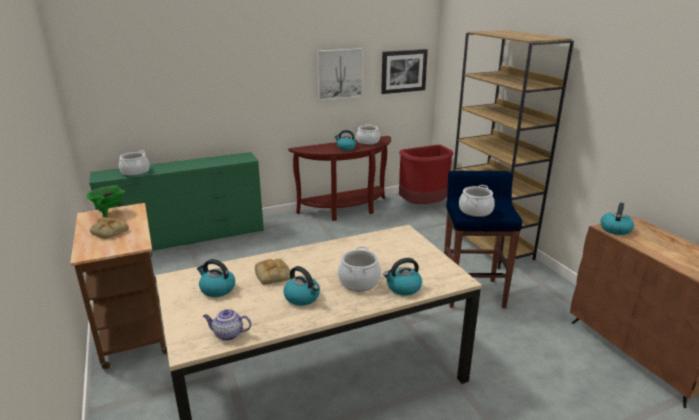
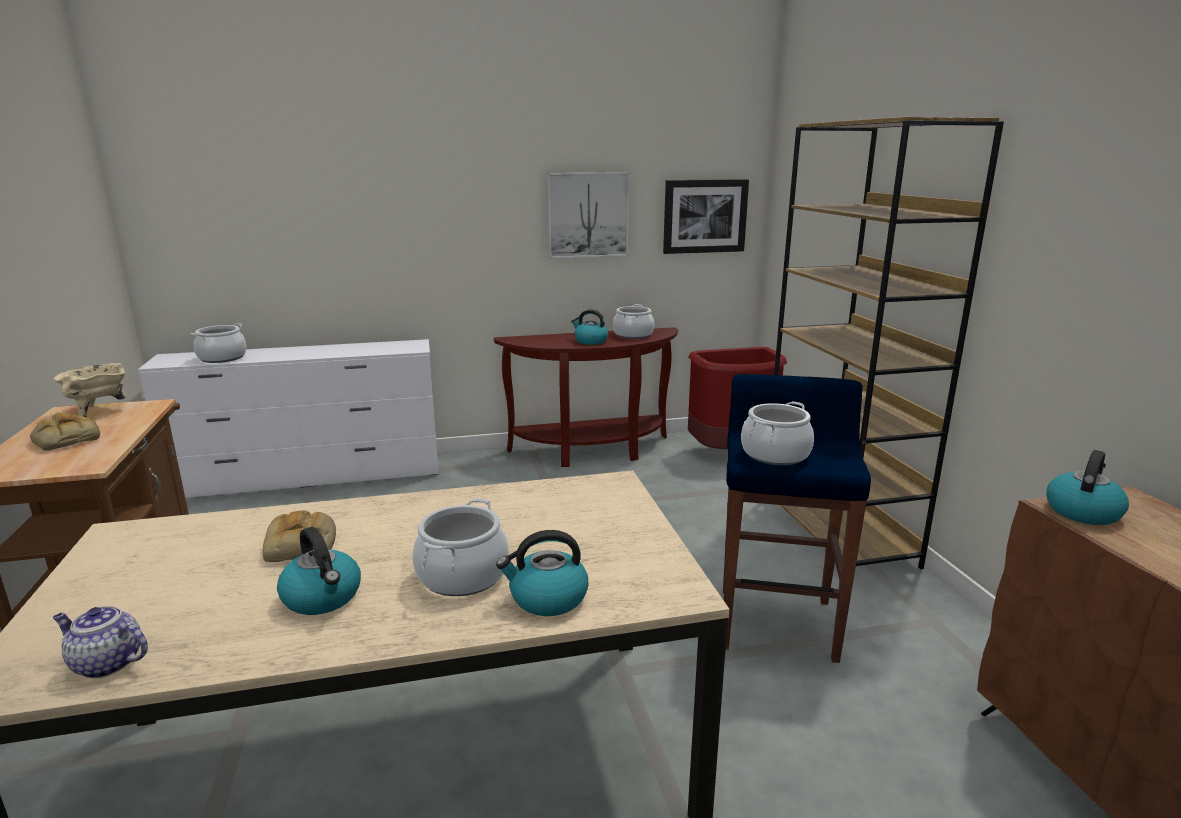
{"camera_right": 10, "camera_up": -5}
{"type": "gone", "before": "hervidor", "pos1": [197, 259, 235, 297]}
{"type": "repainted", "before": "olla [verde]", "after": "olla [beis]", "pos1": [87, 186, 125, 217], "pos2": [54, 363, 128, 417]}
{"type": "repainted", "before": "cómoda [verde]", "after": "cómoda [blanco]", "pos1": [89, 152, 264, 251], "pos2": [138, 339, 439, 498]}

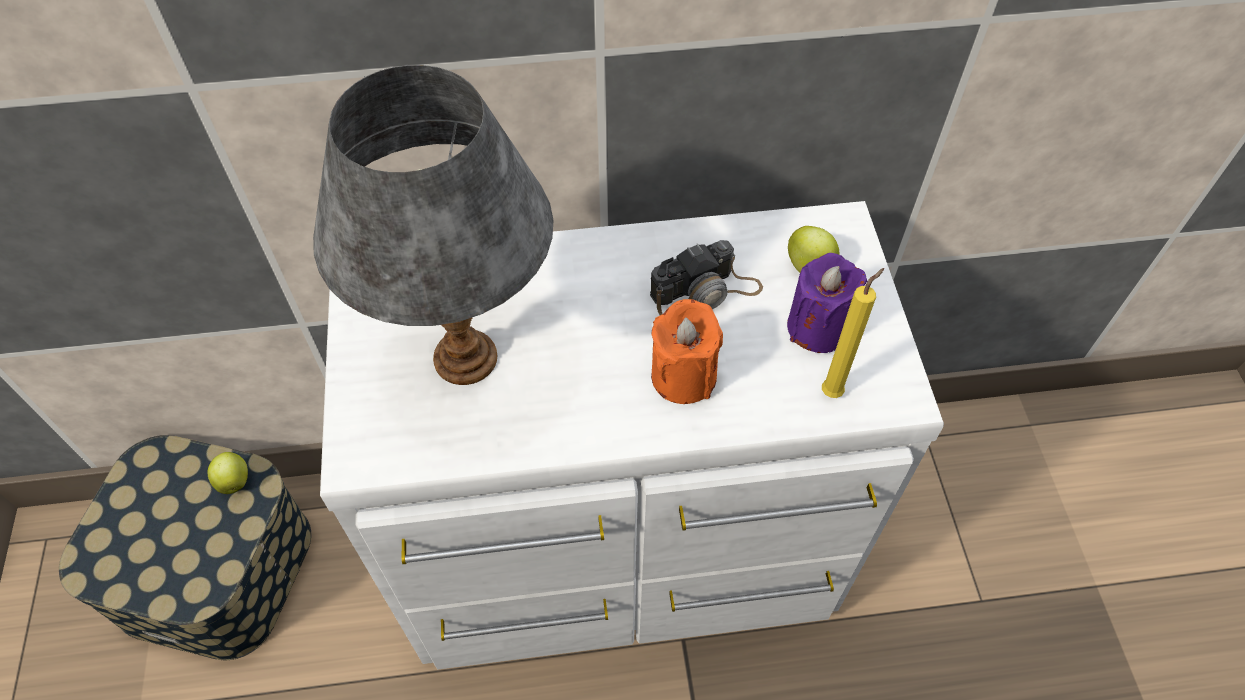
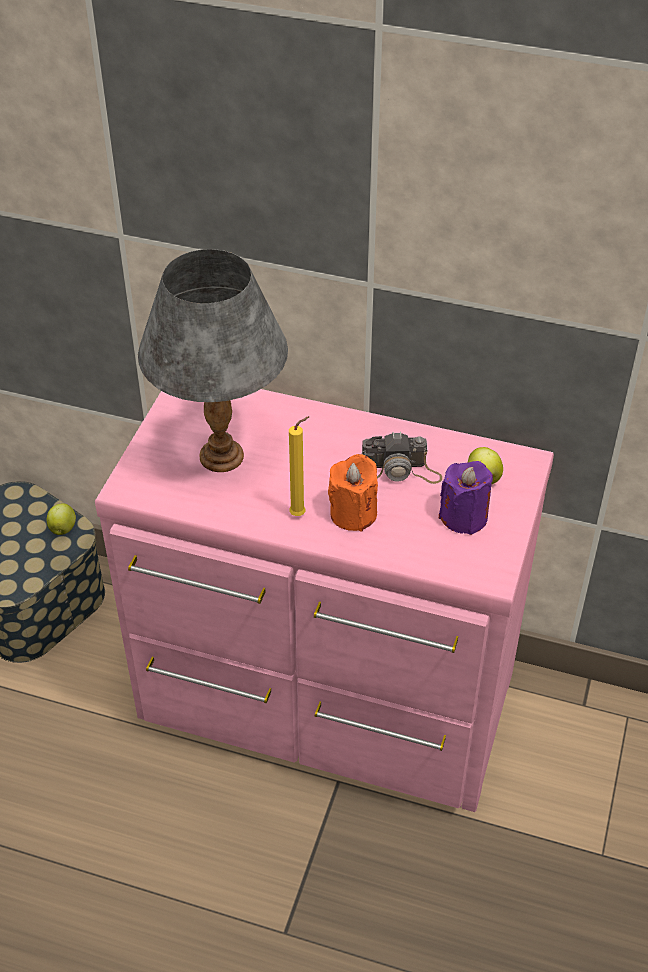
{"camera_right": 25, "camera_up": -10}
{"type": "shifted", "before": "vela [amarillo]", "pos1": [822, 268, 884, 398], "pos2": [289, 416, 309, 516]}
{"type": "repainted", "before": "cómoda [blanco]", "after": "cómoda [rosa]", "pos1": [320, 201, 944, 669], "pos2": [95, 389, 554, 812]}

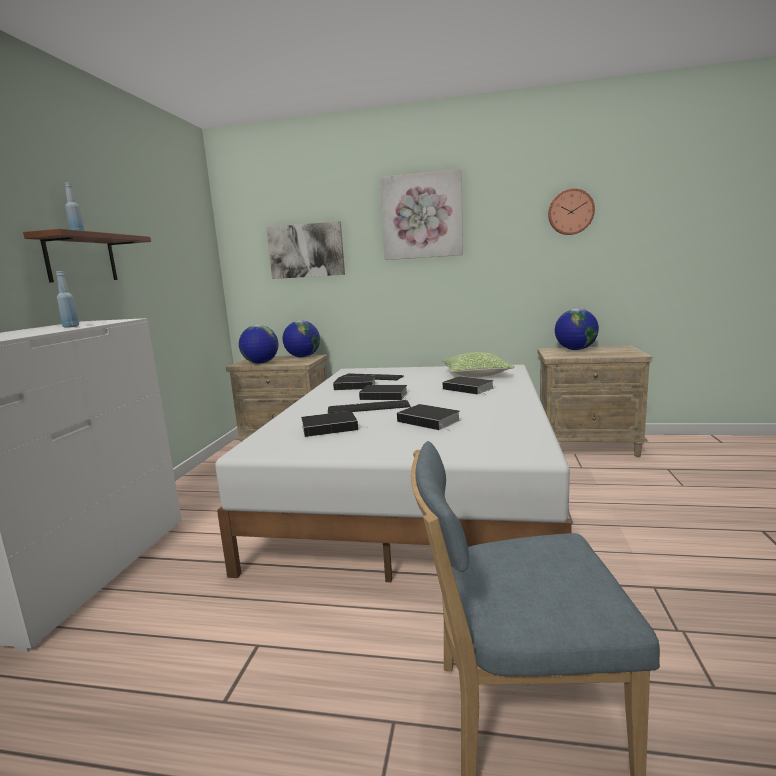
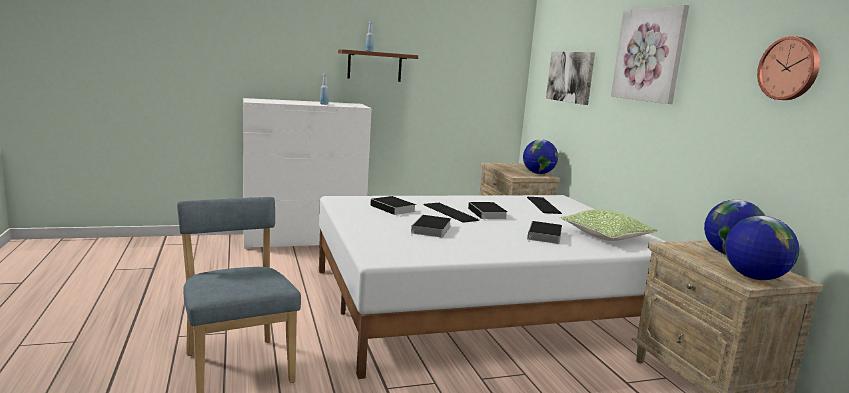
{"camera_right": 60, "camera_up": 0}
{"type": "gone", "before": "libro", "pos1": [333, 376, 376, 390]}
{"type": "shifted", "before": "globo terráqueo", "pos1": [239, 325, 278, 364], "pos2": [725, 216, 799, 280]}

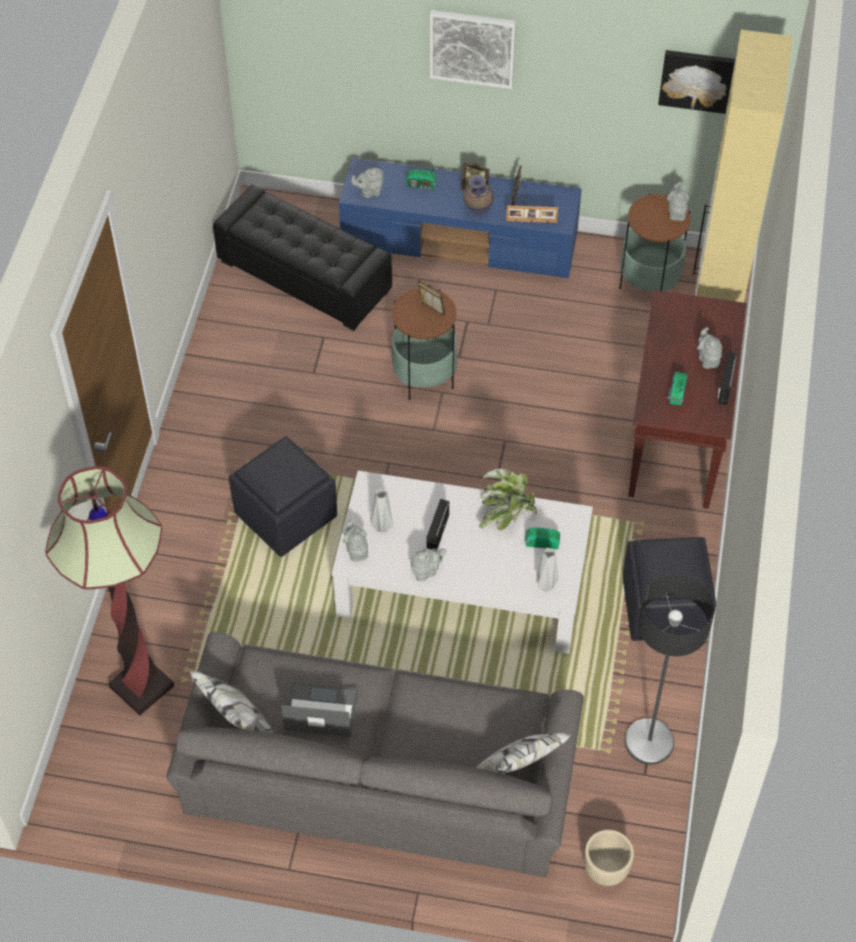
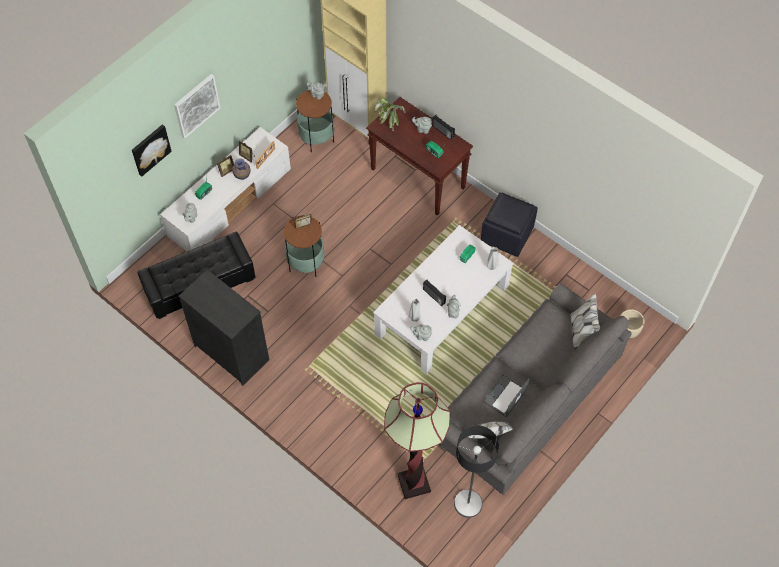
{"camera_right": -60, "camera_up": 5}
{"type": "gone", "before": "puf [negro]", "pos1": [229, 436, 337, 557]}
{"type": "new", "after": "cómoda [negro]", "pos2": [178, 270, 269, 386]}
{"type": "shifted", "before": "planta en maceta", "pos1": [479, 469, 537, 531], "pos2": [375, 97, 406, 131]}
{"type": "shifted", "before": "lámpara de pie", "pos1": [625, 574, 714, 764], "pos2": [454, 425, 499, 518]}
{"type": "shifted", "before": "cuadro", "pos1": [658, 50, 735, 114], "pos2": [132, 124, 172, 177]}
{"type": "repainted", "before": "mueble de televisión [azul]", "after": "mueble de televisión [blanco]", "pos1": [339, 157, 582, 278], "pos2": [160, 127, 291, 251]}

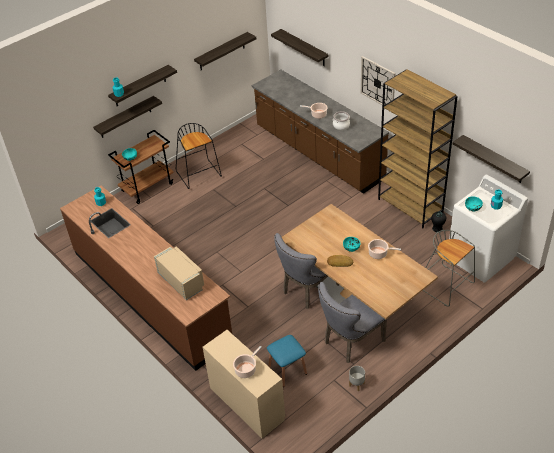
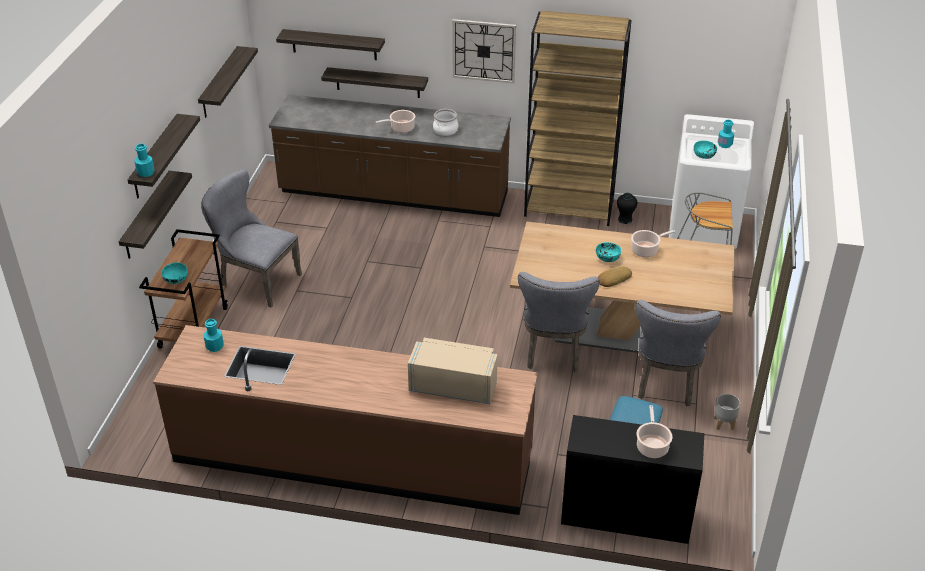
{"camera_right": -40, "camera_up": -5}
{"type": "shifted", "before": "estante", "pos1": [453, 135, 530, 183], "pos2": [321, 67, 428, 98]}
{"type": "swapped", "before": "taburete [negro]", "after": "silla [gris]", "pos1": [176, 123, 222, 189], "pos2": [201, 170, 302, 307]}
{"type": "repainted", "before": "escritorio [beis]", "after": "escritorio [negro]", "pos1": [203, 330, 285, 439], "pos2": [561, 415, 704, 544]}

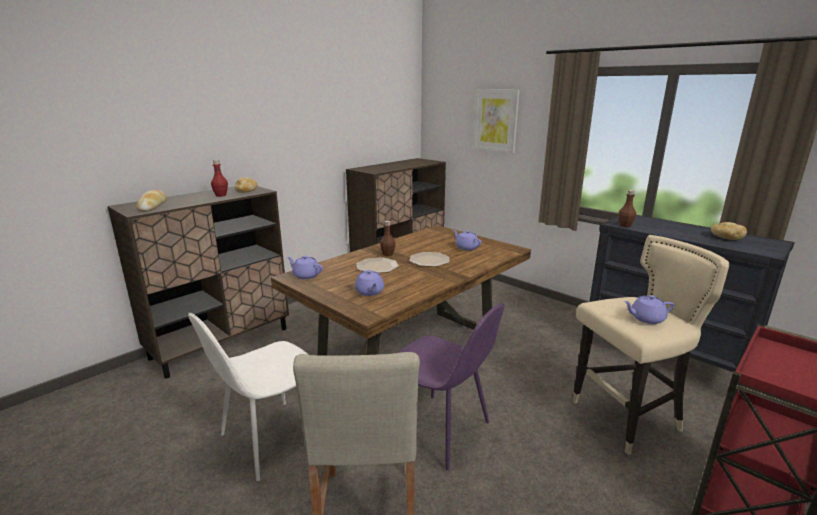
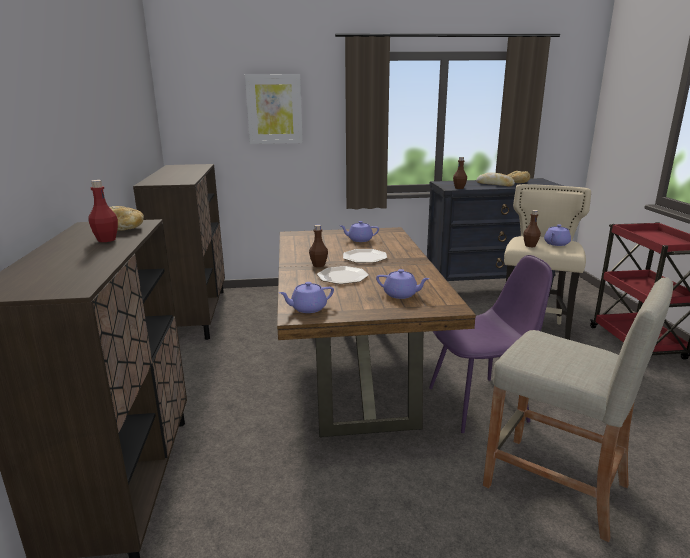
{"camera_right": -50, "camera_up": 0}
{"type": "gone", "before": "silla [blanco]", "pos1": [188, 313, 309, 481]}
{"type": "new", "after": "botella [marrón]", "pos2": [523, 210, 541, 247]}
{"type": "shifted", "before": "pan", "pos1": [137, 190, 167, 212], "pos2": [476, 173, 515, 186]}

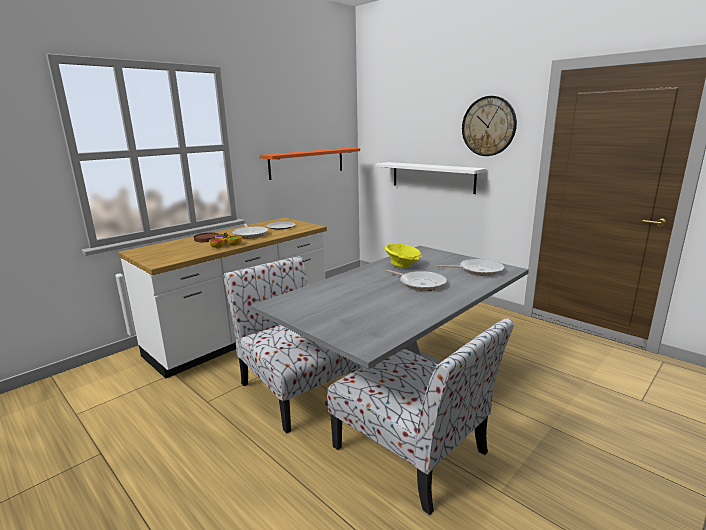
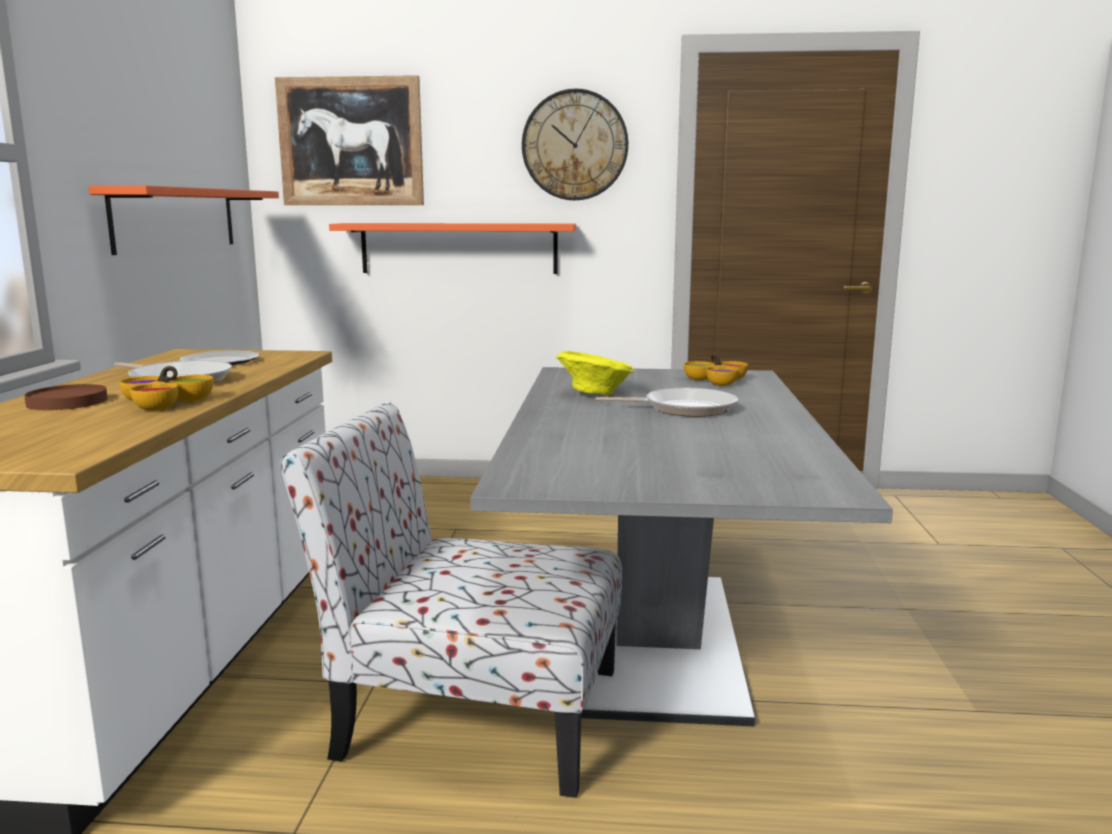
{"camera_right": -40, "camera_up": -5}
{"type": "gone", "before": "silla", "pos1": [327, 318, 514, 515]}
{"type": "new", "after": "cuadro", "pos2": [275, 75, 424, 205]}
{"type": "swapped", "before": "sartén", "after": "cuenco", "pos1": [436, 259, 504, 276], "pos2": [684, 353, 748, 386]}
{"type": "repainted", "before": "estante [blanco]", "after": "estante [naranja]", "pos1": [376, 162, 486, 194], "pos2": [329, 223, 576, 274]}

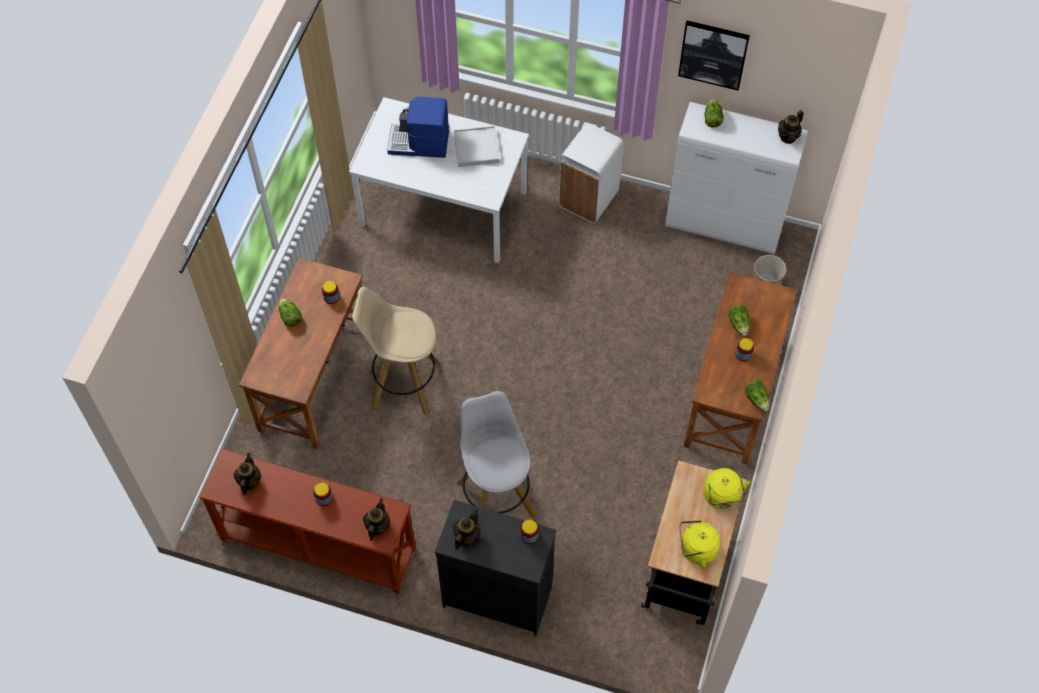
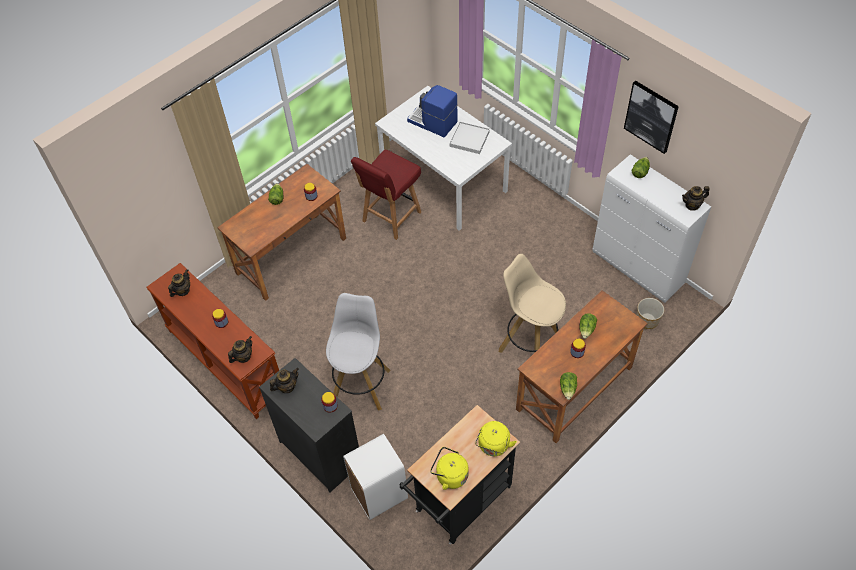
{"camera_right": 30, "camera_up": -5}
{"type": "new", "after": "silla [rojo]", "pos2": [351, 150, 421, 240]}
{"type": "shifted", "before": "taburete [beis]", "pos1": [352, 287, 440, 415], "pos2": [499, 254, 566, 353]}
{"type": "shifted", "before": "papelera [blanco]", "pos1": [559, 123, 623, 223], "pos2": [343, 434, 408, 520]}

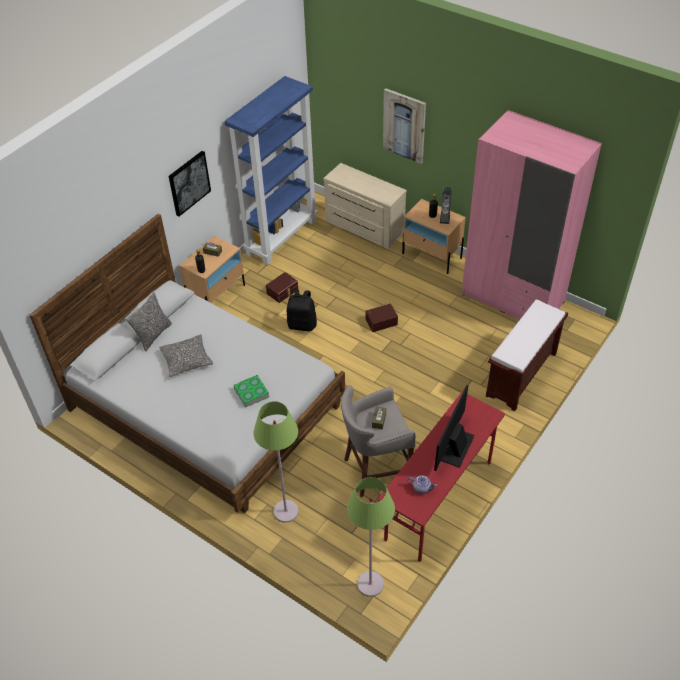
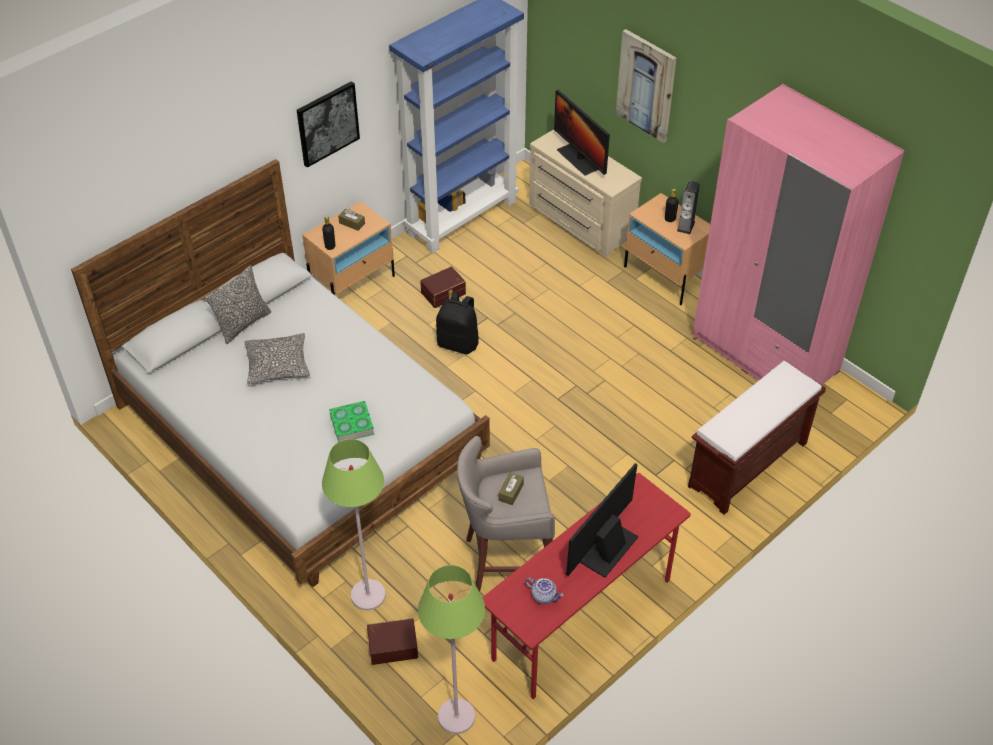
{"camera_right": 10, "camera_up": 0}
{"type": "new", "after": "monitor", "pos2": [554, 90, 610, 176]}
{"type": "shifted", "before": "caja de almacenaje [marrón]", "pos1": [365, 303, 398, 332], "pos2": [367, 618, 418, 665]}

